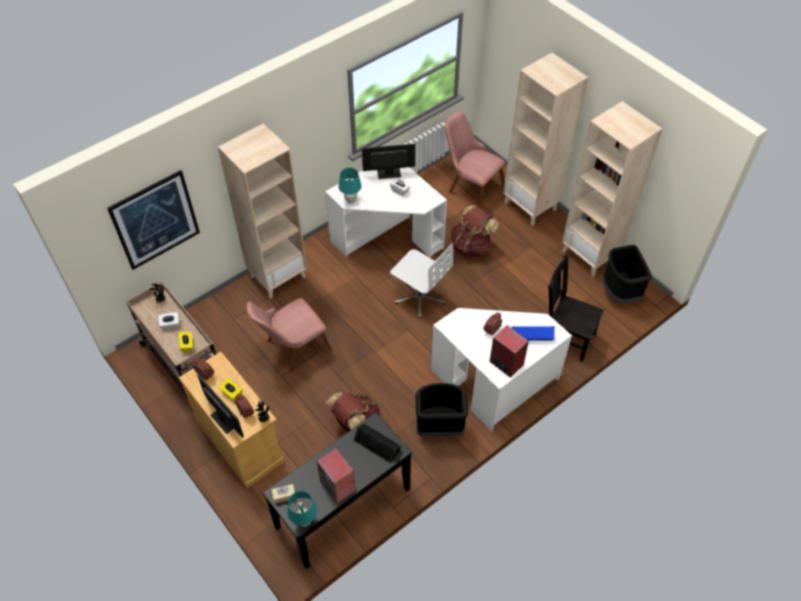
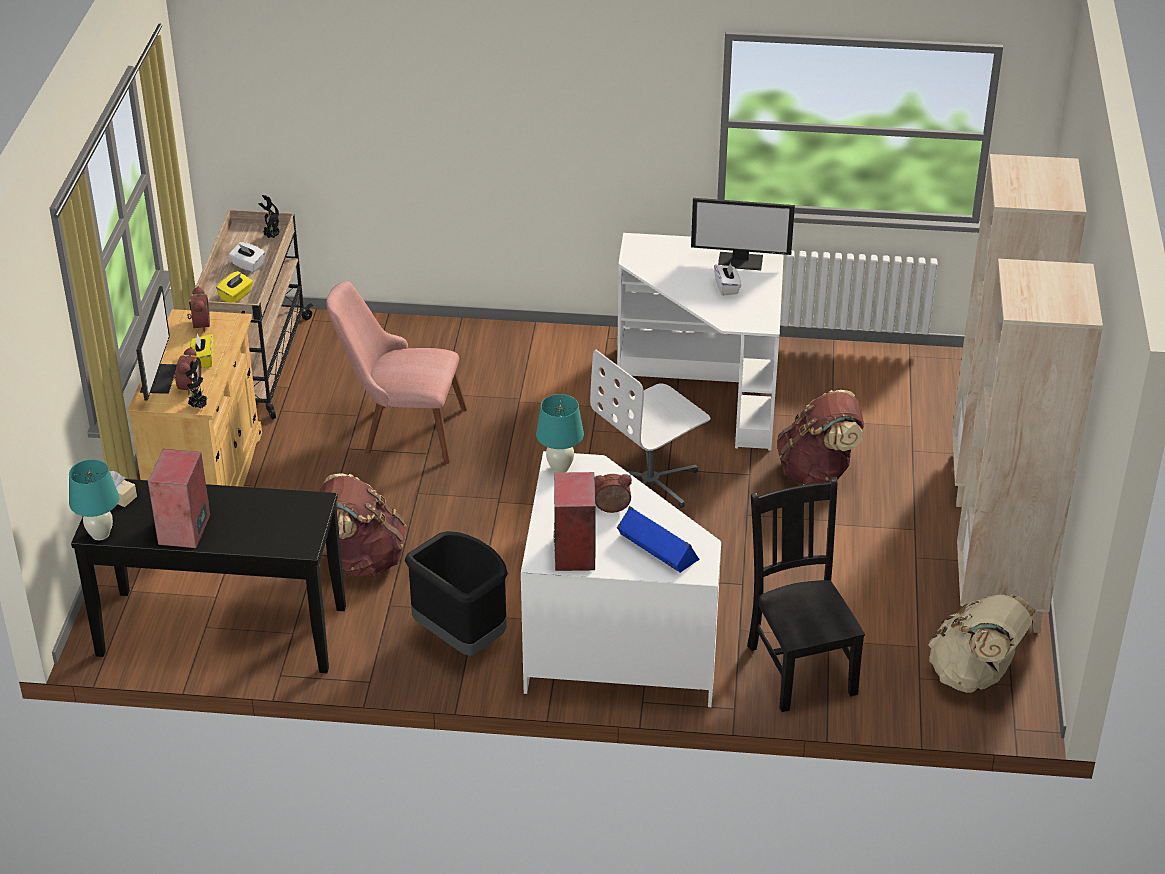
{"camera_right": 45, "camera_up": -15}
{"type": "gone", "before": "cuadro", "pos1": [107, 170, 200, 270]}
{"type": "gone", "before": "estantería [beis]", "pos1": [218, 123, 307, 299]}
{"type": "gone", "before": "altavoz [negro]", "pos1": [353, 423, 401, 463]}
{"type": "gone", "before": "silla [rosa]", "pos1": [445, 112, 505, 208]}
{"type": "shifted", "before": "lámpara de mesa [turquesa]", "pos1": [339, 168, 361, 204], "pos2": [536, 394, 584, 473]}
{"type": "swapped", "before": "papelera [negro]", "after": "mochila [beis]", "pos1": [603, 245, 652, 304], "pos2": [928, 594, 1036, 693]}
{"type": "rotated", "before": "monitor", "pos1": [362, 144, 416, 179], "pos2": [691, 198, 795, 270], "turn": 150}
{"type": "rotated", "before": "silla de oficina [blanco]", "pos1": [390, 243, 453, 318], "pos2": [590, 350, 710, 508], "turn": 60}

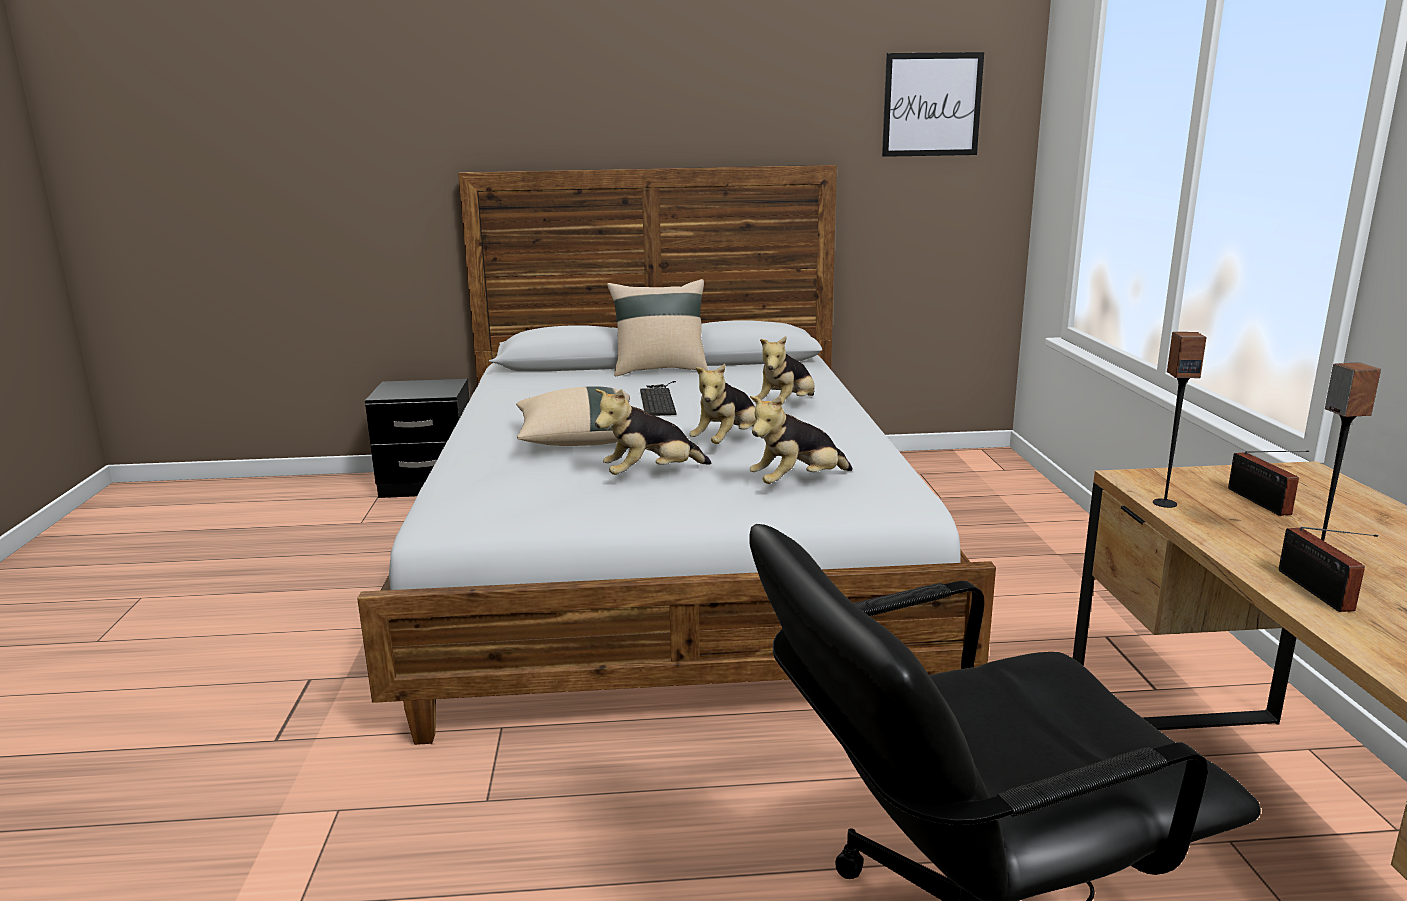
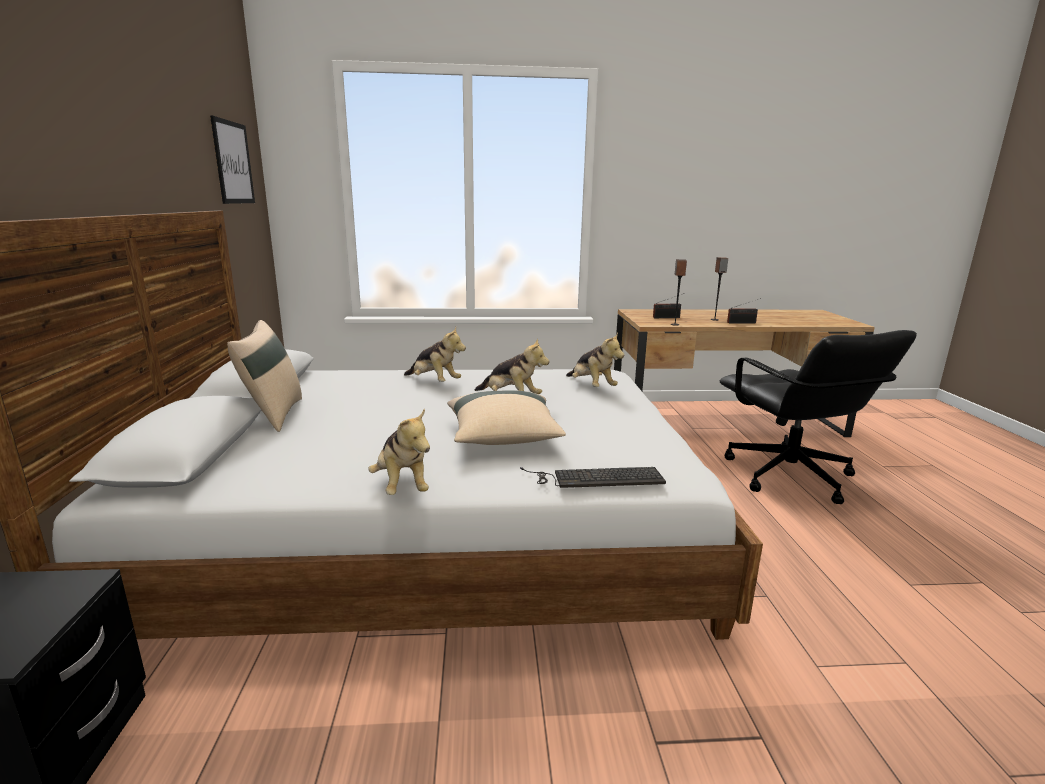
{"camera_right": -90, "camera_up": 0}
{"type": "shifted", "before": "peluche", "pos1": [595, 389, 711, 475], "pos2": [368, 408, 430, 495]}
{"type": "shifted", "before": "teclado", "pos1": [640, 381, 677, 416], "pos2": [520, 467, 666, 488]}

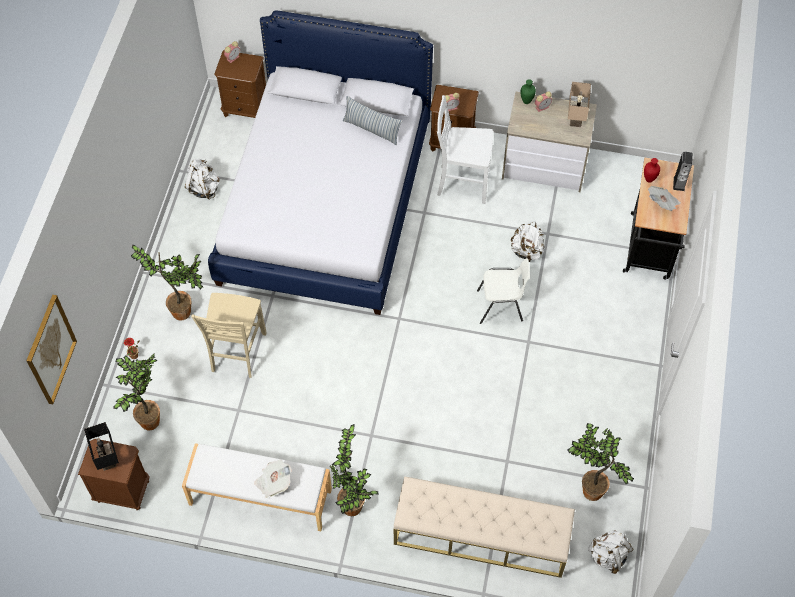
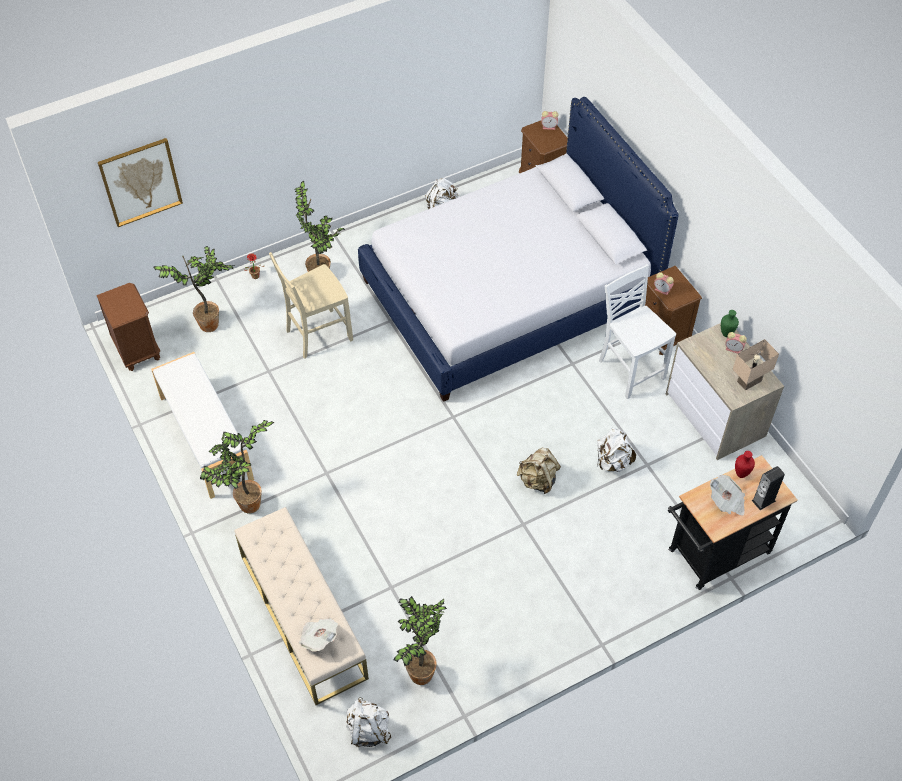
{"camera_right": 50, "camera_up": -5}
{"type": "gone", "before": "lámpara de mesa [negro]", "pos1": [84, 422, 119, 471]}
{"type": "gone", "before": "cojín", "pos1": [343, 96, 402, 145]}
{"type": "shifted", "before": "periódico", "pos1": [255, 459, 292, 498], "pos2": [298, 618, 338, 652]}
{"type": "swapped", "before": "silla [blanco]", "after": "mochila [beis]", "pos1": [477, 258, 530, 324], "pos2": [517, 448, 561, 494]}

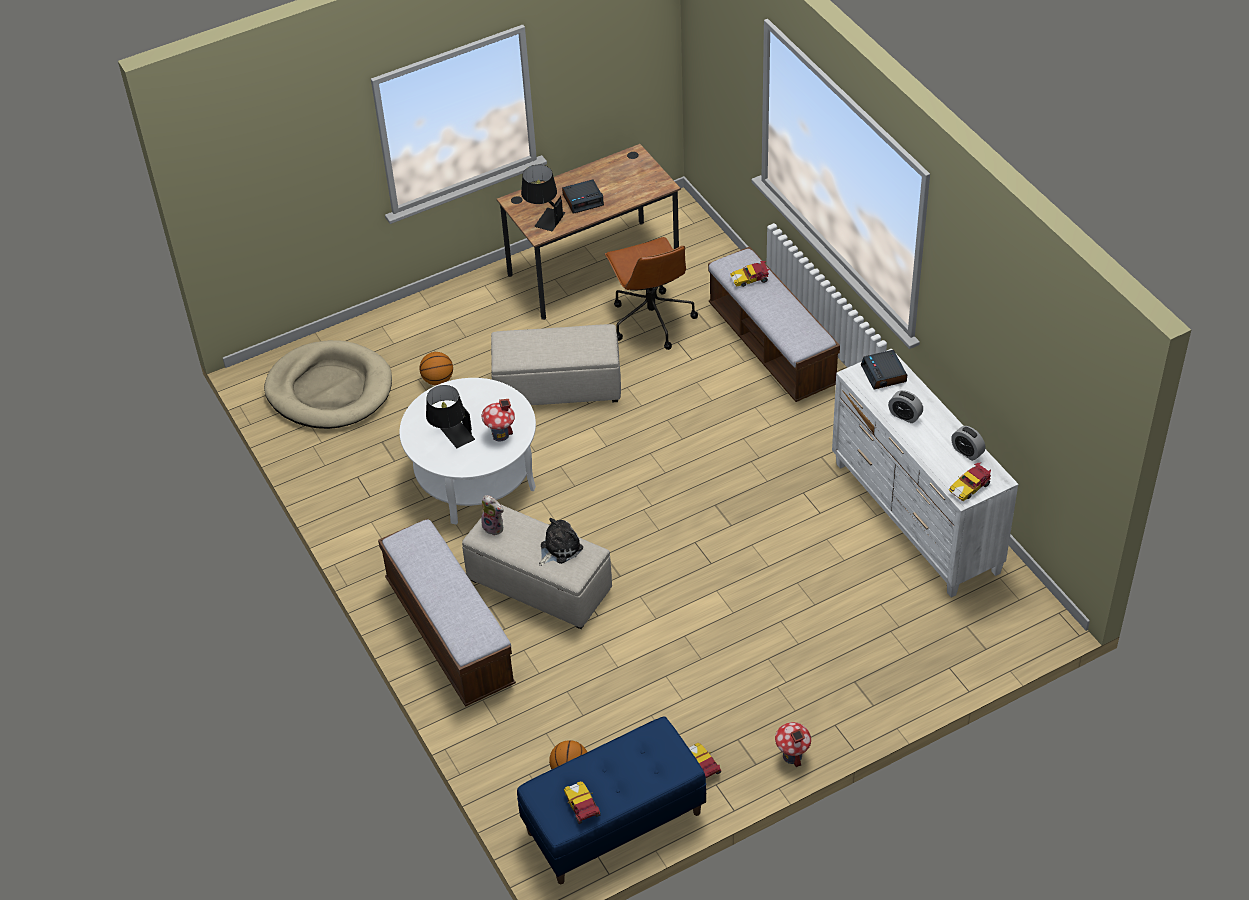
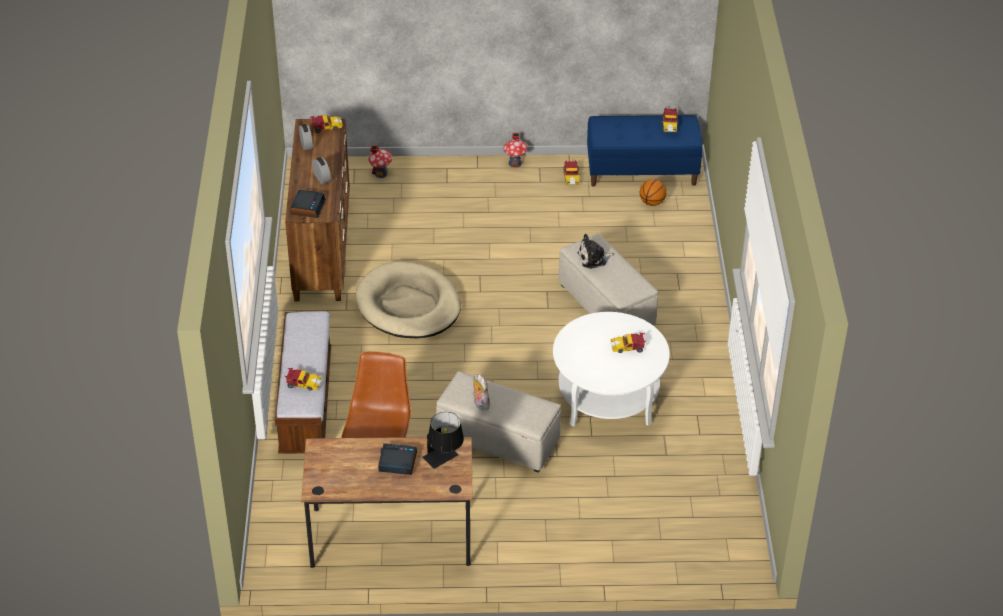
{"camera_right": -155, "camera_up": -5}
{"type": "gone", "before": "banco", "pos1": [378, 519, 516, 707]}
{"type": "gone", "before": "balón de baloncesto", "pos1": [420, 352, 453, 385]}
{"type": "shifted", "before": "cama para perro [beis]", "pos1": [264, 340, 392, 429], "pos2": [356, 261, 461, 338]}
{"type": "shifted", "before": "casita", "pos1": [481, 399, 515, 442], "pos2": [369, 145, 393, 178]}
{"type": "shifted", "before": "peluche", "pos1": [481, 495, 504, 536], "pos2": [473, 374, 490, 410]}
{"type": "swapped", "before": "lámpara de mesa [negro]", "after": "coche de juguete", "pos1": [426, 385, 475, 448], "pos2": [611, 333, 646, 353]}
{"type": "repainted", "before": "cómoda [blanco]", "after": "cómoda [marrón]", "pos1": [832, 349, 1018, 598], "pos2": [285, 119, 350, 301]}

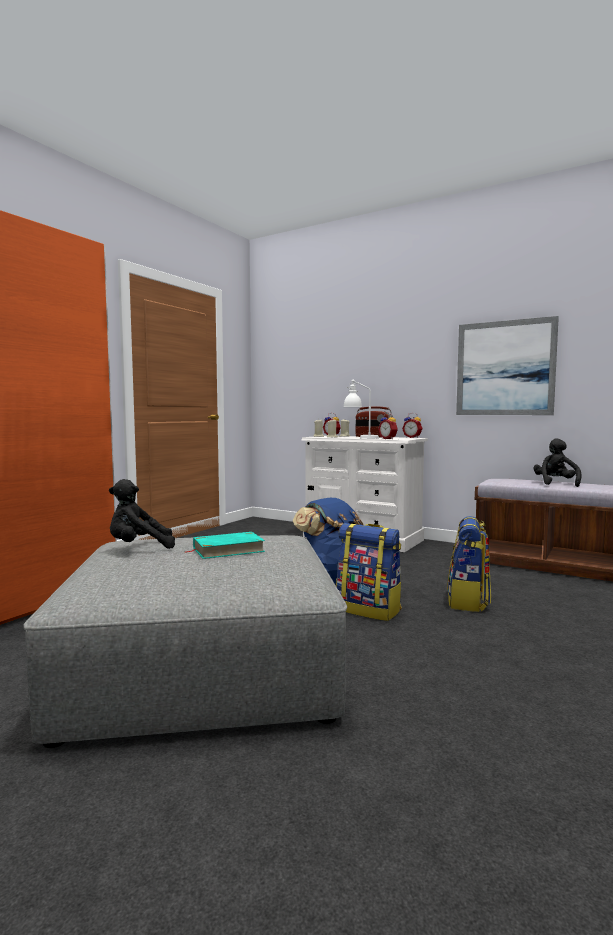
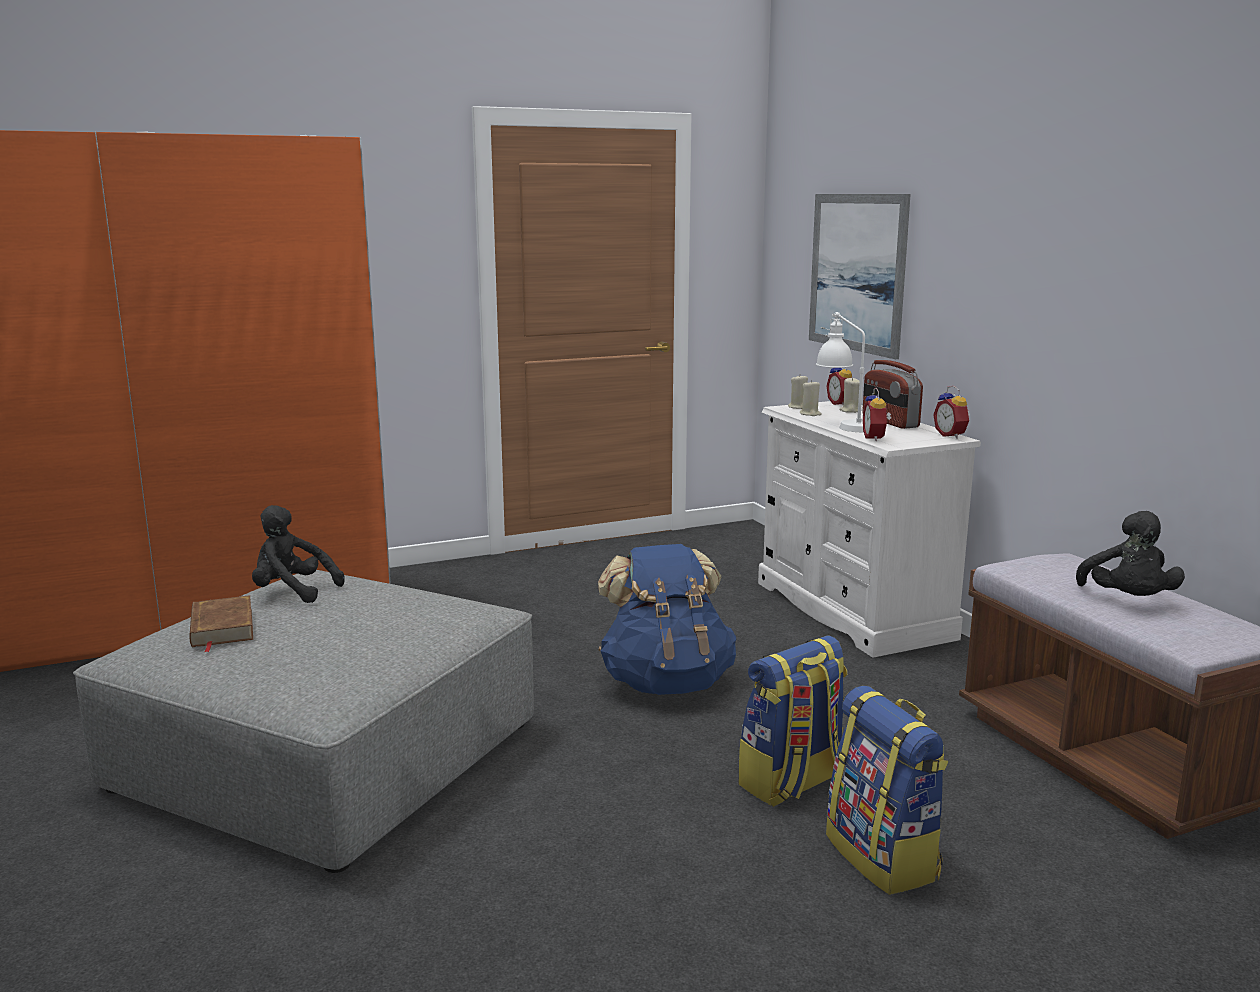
{"camera_right": 35, "camera_up": 10}
{"type": "gone", "before": "libro [turquesa]", "pos1": [184, 532, 265, 559]}
{"type": "new", "after": "libro [marrón]", "pos2": [189, 595, 253, 652]}
{"type": "shifted", "before": "mochila", "pos1": [336, 523, 401, 621], "pos2": [826, 686, 948, 895]}
{"type": "shifted", "before": "cuadro", "pos1": [456, 316, 559, 415], "pos2": [809, 194, 911, 359]}
{"type": "rotated", "before": "peluche [negro]", "pos1": [533, 438, 581, 487], "pos2": [1076, 511, 1185, 596], "turn": 135}

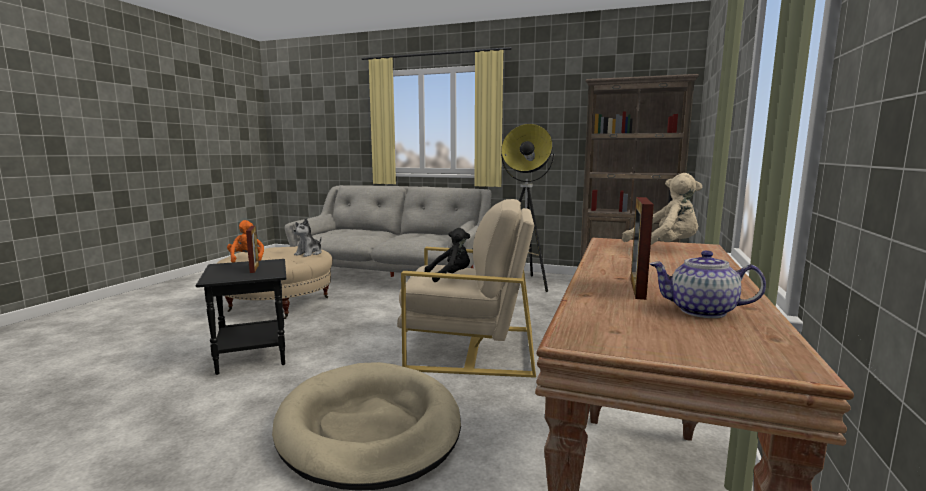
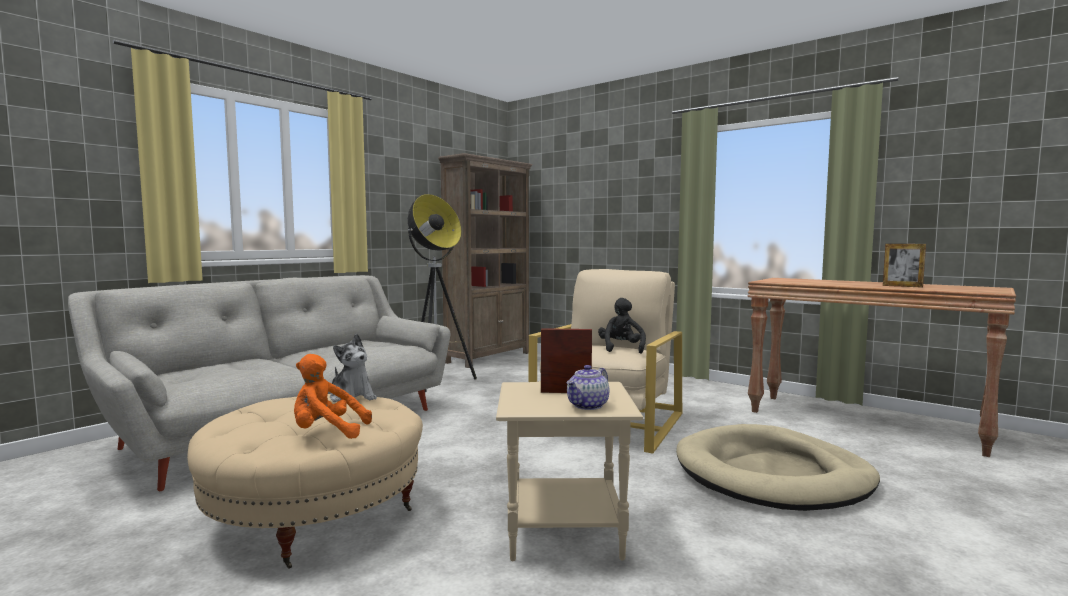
{"camera_right": -70, "camera_up": -5}
{"type": "gone", "before": "peluche [beis]", "pos1": [622, 173, 702, 245]}
{"type": "shifted", "before": "tetera", "pos1": [650, 250, 766, 318], "pos2": [567, 365, 609, 410]}
{"type": "repainted", "before": "mesa auxiliar [negro]", "after": "mesa auxiliar [beis]", "pos1": [196, 259, 286, 375], "pos2": [496, 382, 643, 561]}

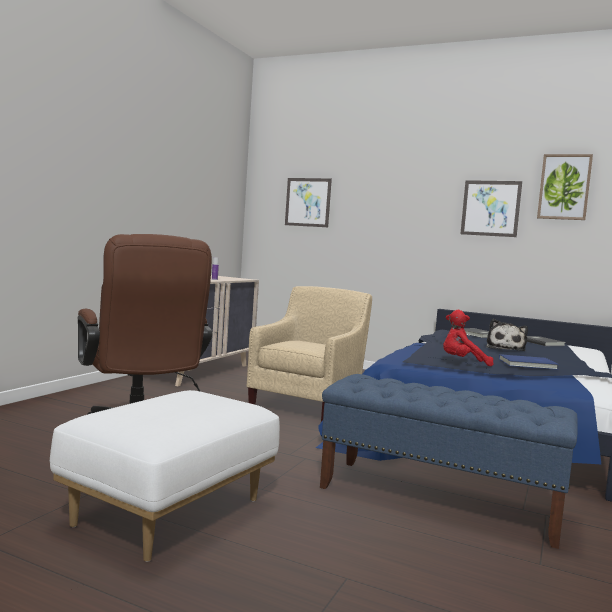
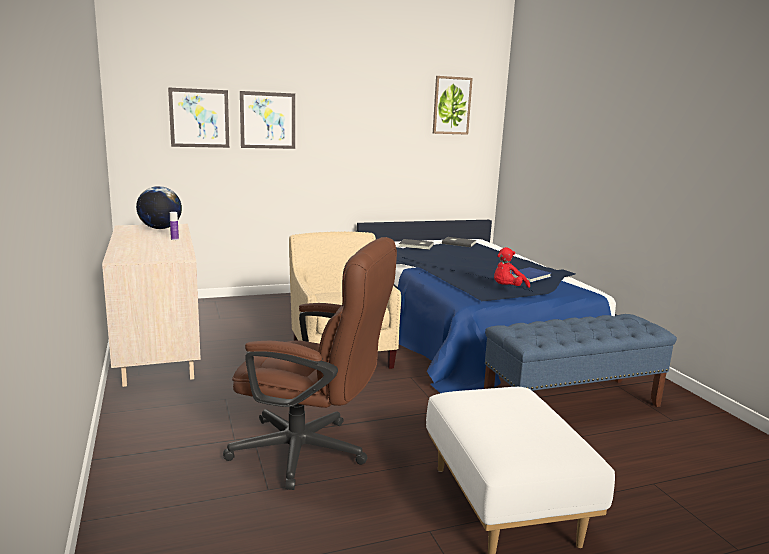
{"camera_right": -45, "camera_up": 10}
{"type": "gone", "before": "peluche", "pos1": [486, 319, 528, 351]}
{"type": "new", "after": "globo terráqueo", "pos2": [136, 186, 182, 229]}
{"type": "shifted", "before": "cuadro", "pos1": [460, 180, 522, 237], "pos2": [240, 91, 295, 149]}

